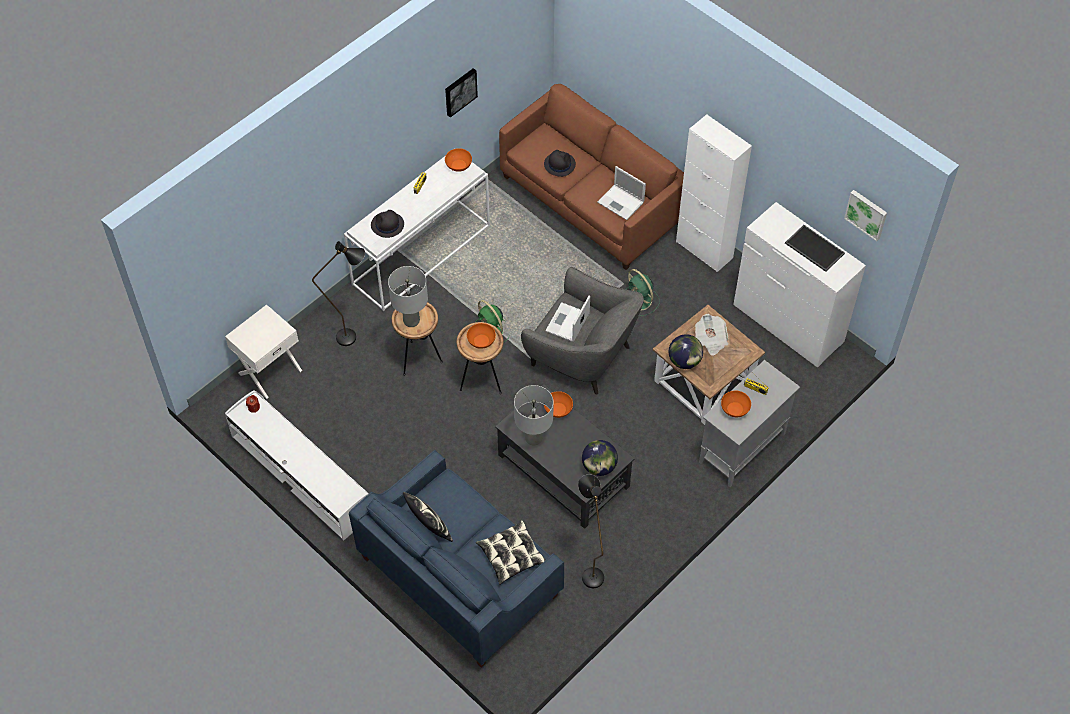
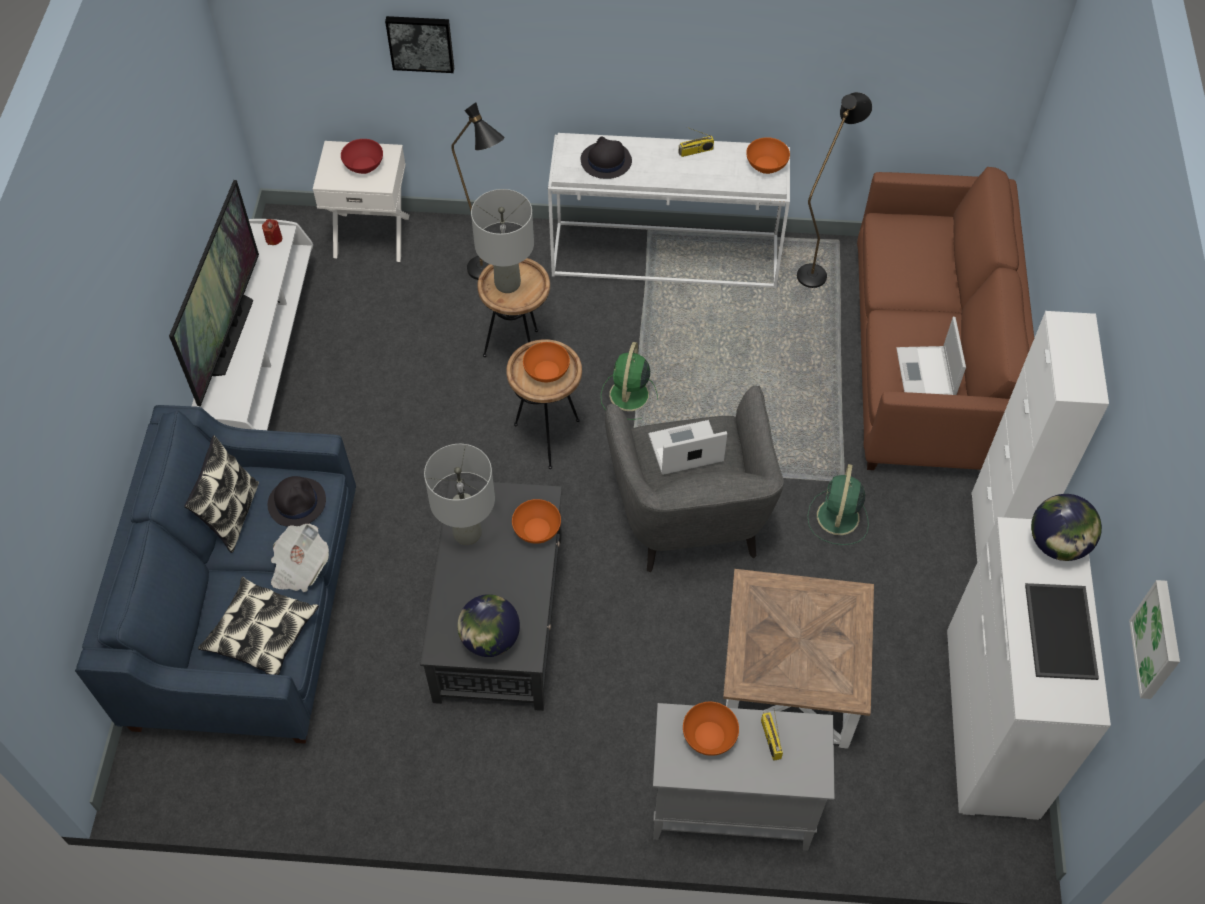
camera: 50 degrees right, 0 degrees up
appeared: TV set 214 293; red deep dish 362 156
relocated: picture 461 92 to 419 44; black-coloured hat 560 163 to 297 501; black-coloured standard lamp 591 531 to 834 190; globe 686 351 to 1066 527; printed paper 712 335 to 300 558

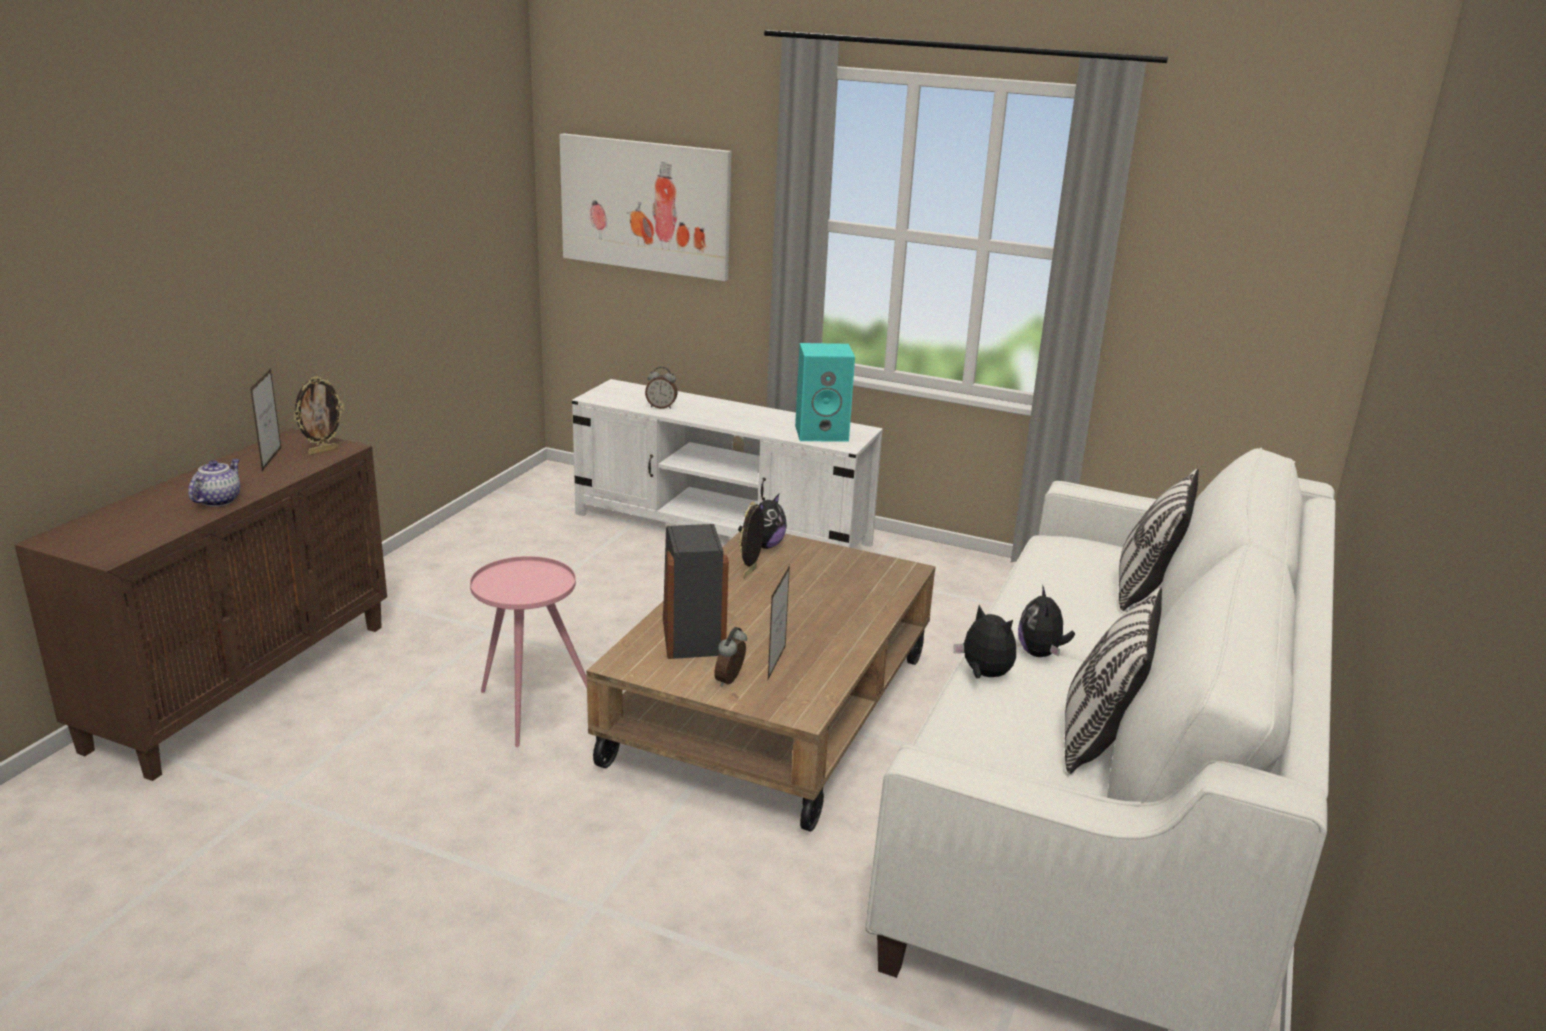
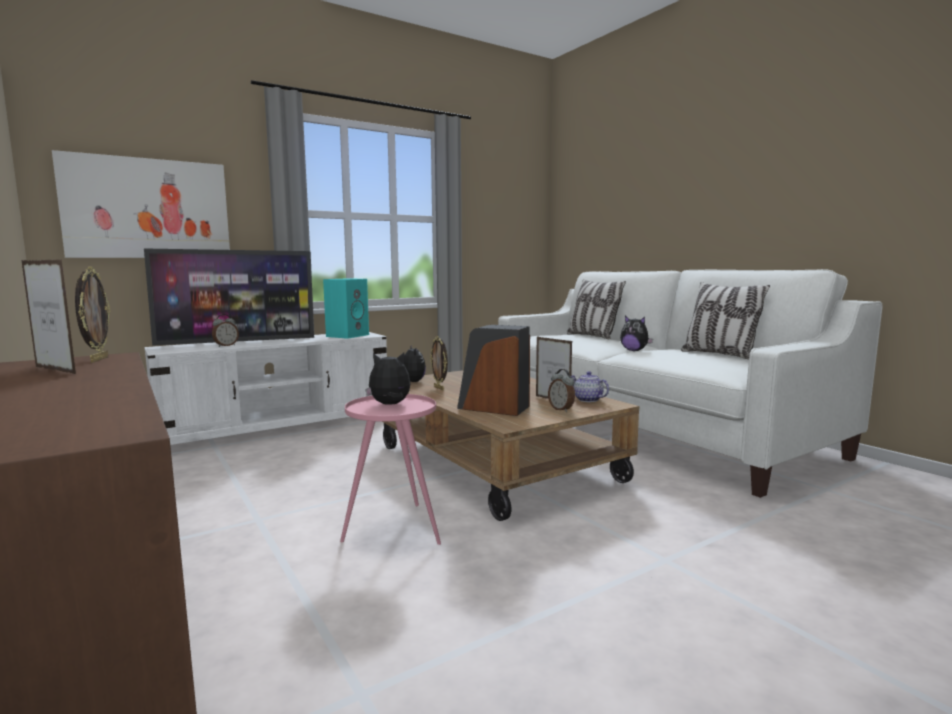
camera: 55 degrees left, 15 degrees down
appeared: TV set 229 297
relocated: tea pot 214 483 to 590 386; cuddly toy 985 641 to 388 379

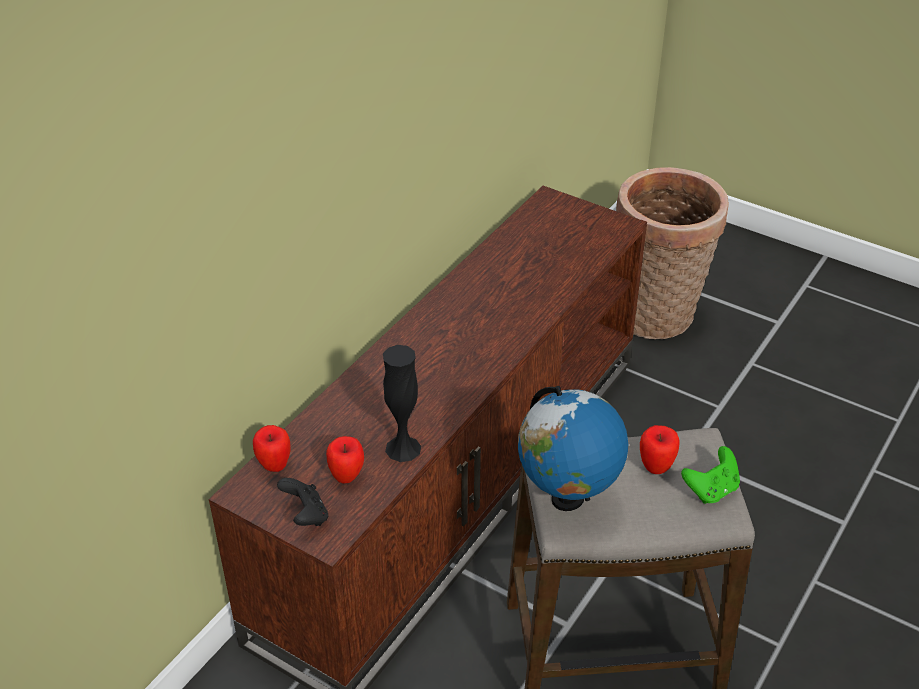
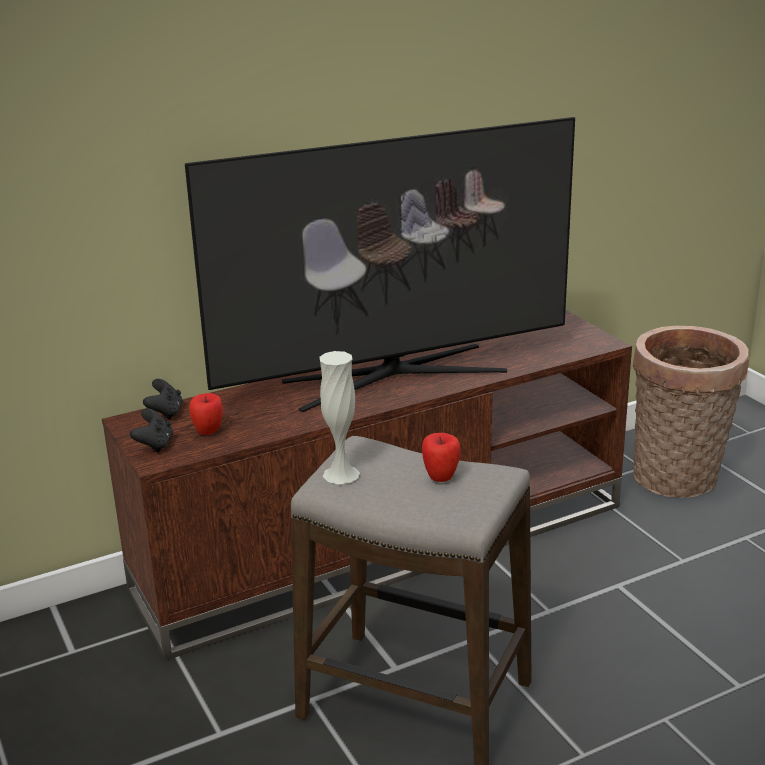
camera: 30 degrees right, 15 degrees down
missing: black-coloured flower vase 402 403; greenish game controller 710 475
appeared: TV set 380 264
exchanged: whole apple 271 448 to black-coloured game controller 163 399; globe 573 448 to white-coloured flower vase 340 417

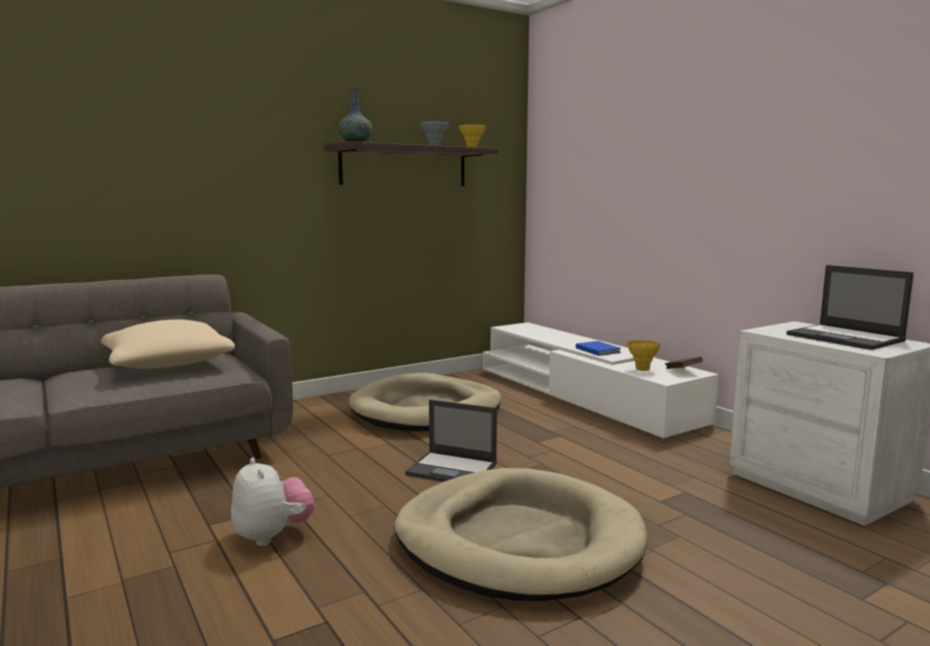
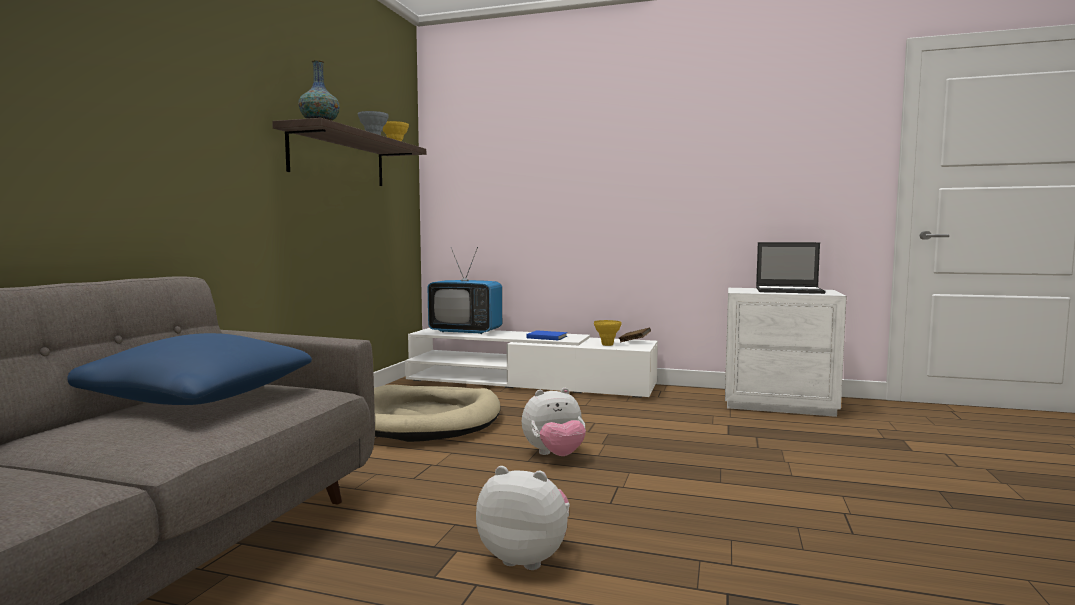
camera: 40 degrees left, 5 degrees down
missing: beige-coloured pet bed 520 534
appeared: TV set 465 290
exchanged: notebook computer 451 441 to cuddly toy 554 422
colour: beige-coloured throw pillow 168 344 to bluish throw pillow 189 369

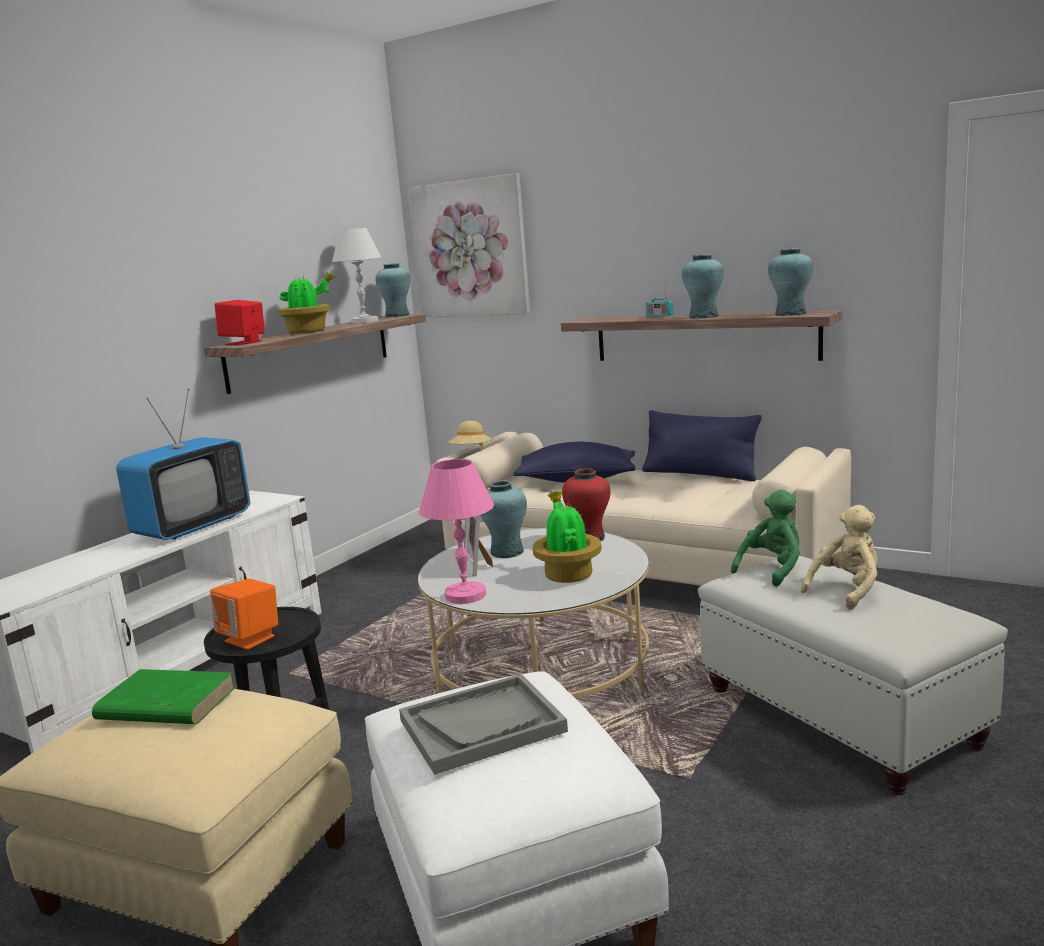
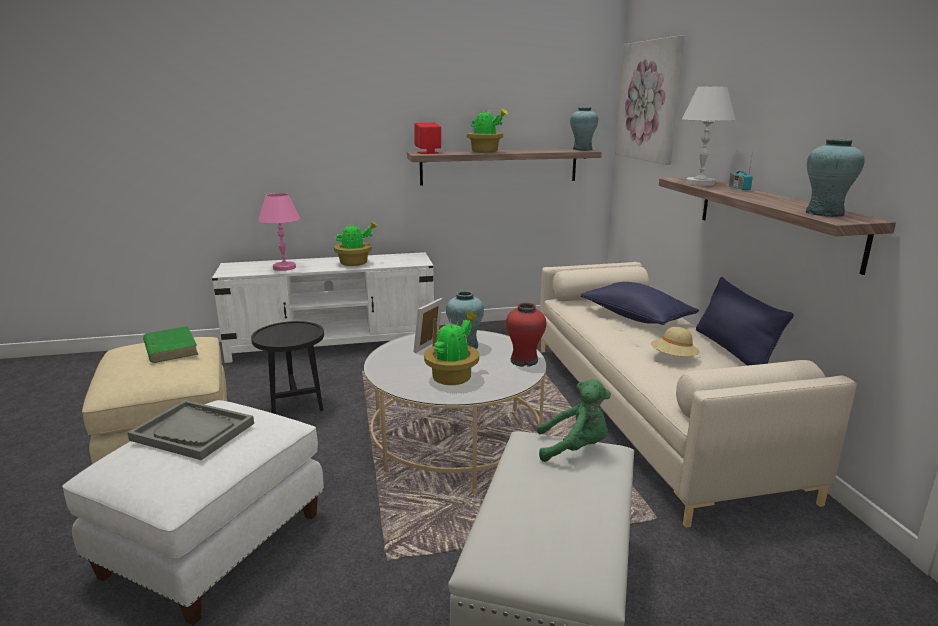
camera: 45 degrees right, 5 degrees up
missing: orangey speaker 244 614; blue-green flower vase 703 286; beige-coloured cuddly toy 839 557
relocated: white-coloured lamp for a table 357 275 to 709 136; pink-coloured lamp for a table 456 531 to 279 232; beige-coloured hat 470 433 to 675 341
exchanged: TV set 183 464 to potted plant 356 243

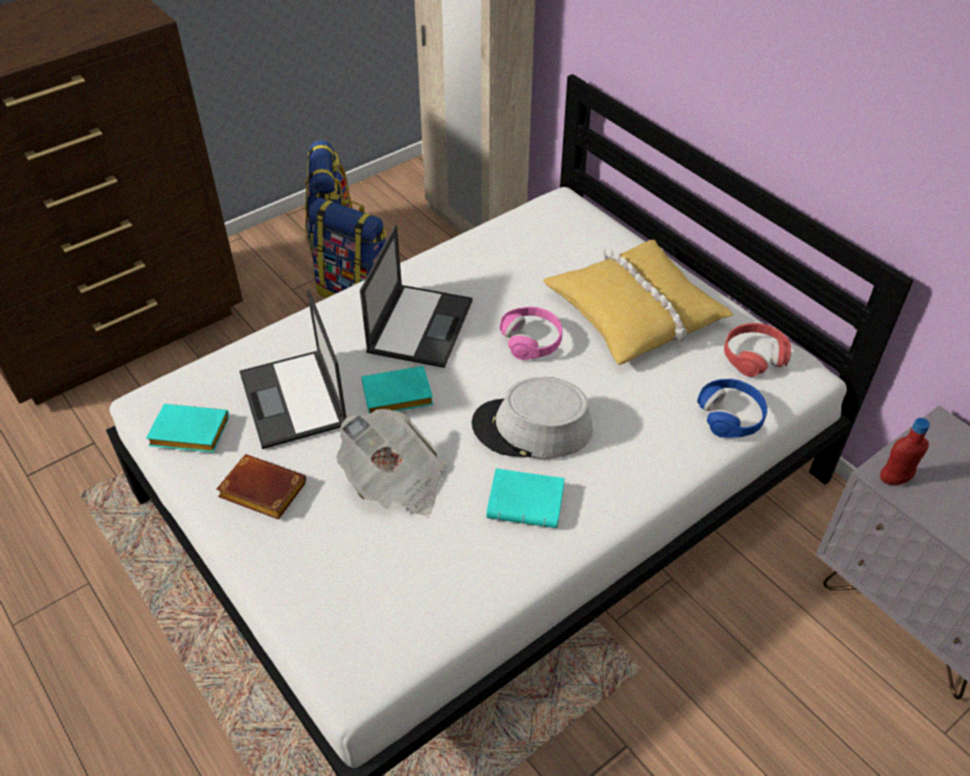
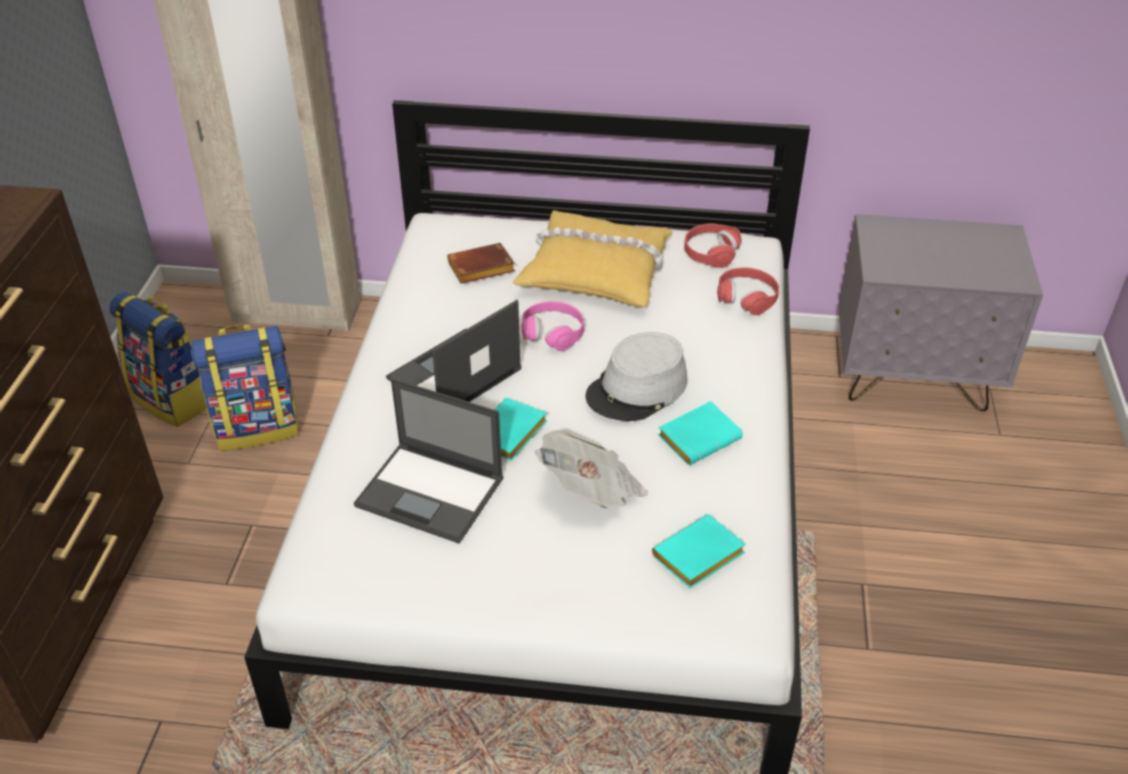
camera: 45 degrees left, 5 degrees down
missing: red bottle 905 451
relocated: blue-green bound book 187 428 to 699 551; brown bound book 261 487 to 481 263
colour: bluish headphones 732 408 to red headphones 748 291
spun: notebook computer 416 296 = 453 351 105 degrees counterclockwise

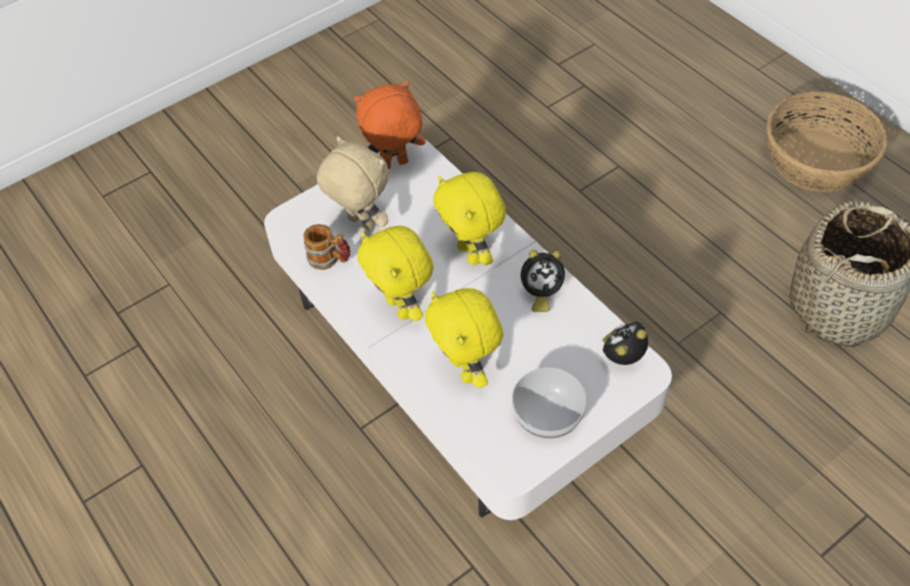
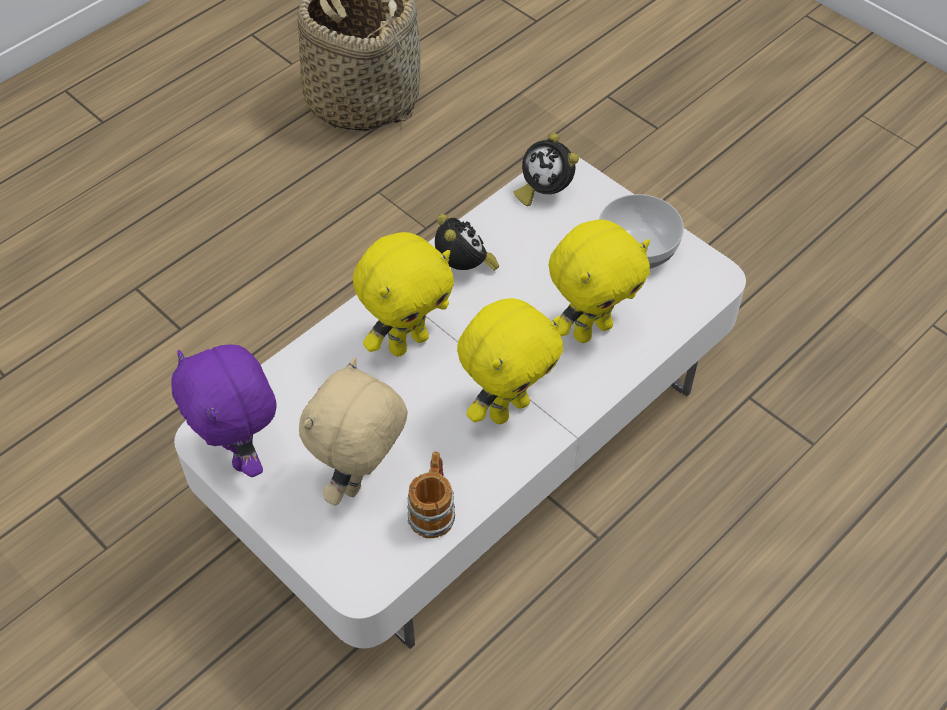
camera: 100 degrees left, 0 degrees up
missing: household basket 827 141
colour: orangey cuddly toy 389 124 to purple-coloured cuddly toy 224 411

